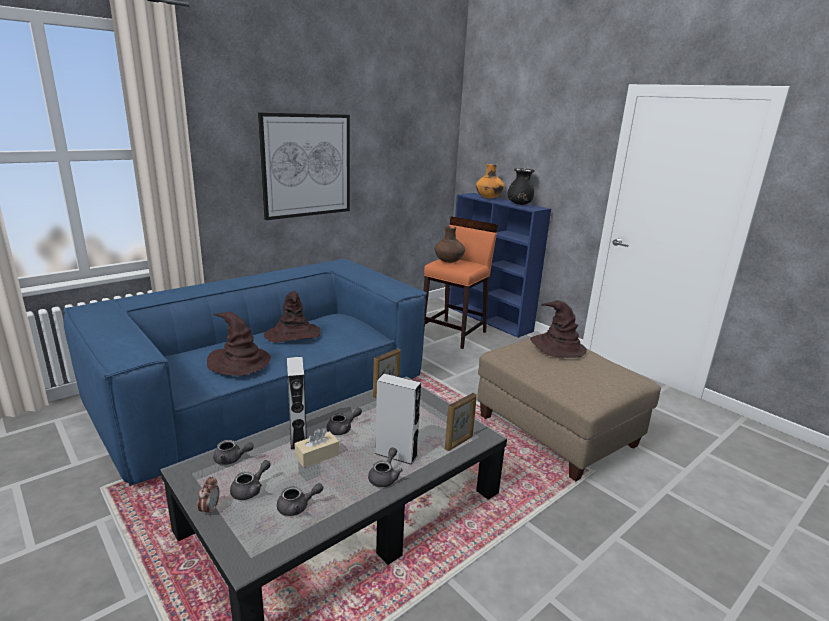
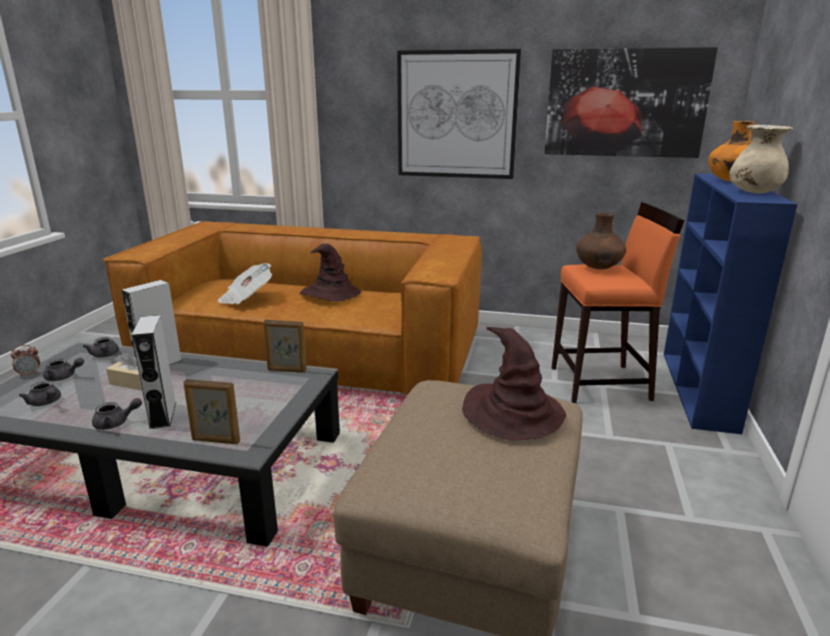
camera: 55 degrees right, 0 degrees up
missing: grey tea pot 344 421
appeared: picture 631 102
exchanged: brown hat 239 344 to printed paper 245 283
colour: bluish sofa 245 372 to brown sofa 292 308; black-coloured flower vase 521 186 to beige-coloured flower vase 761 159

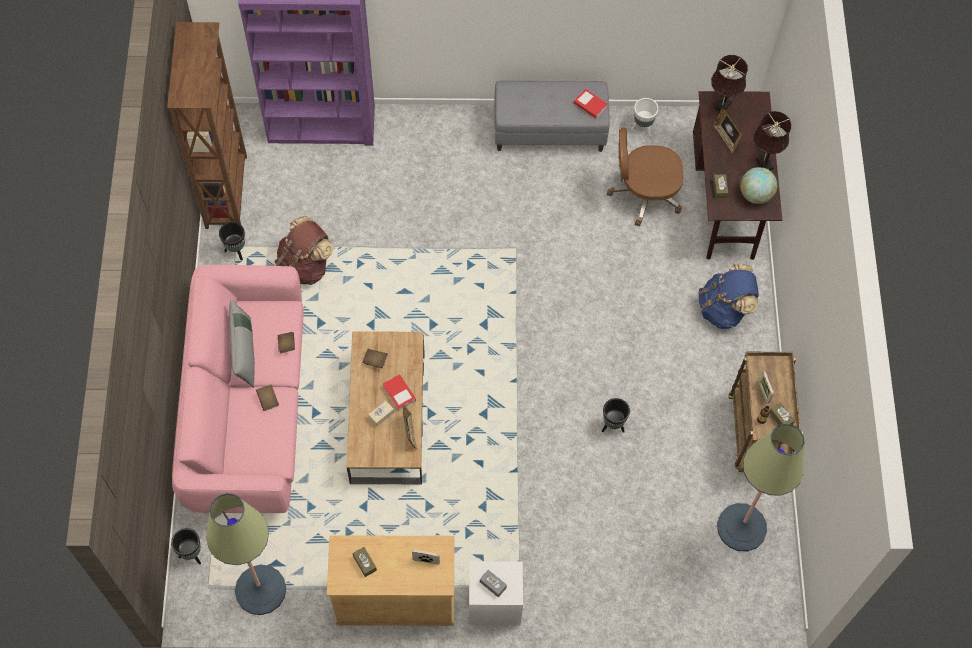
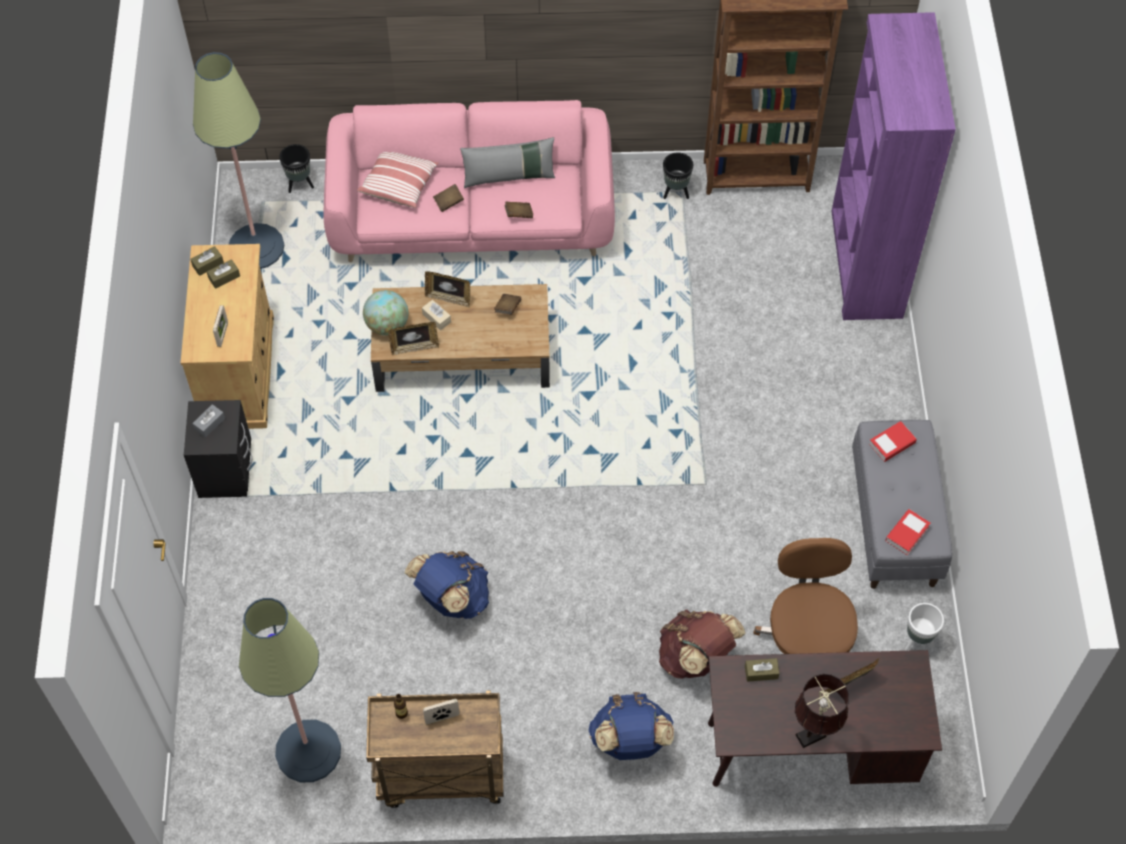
camera: 90 degrees right, 5 degrees down
missing: brown lamp for a table 729 83
appeared: throw pillow 398 180; photo frame 447 289
relocated: brown backpack 304 250 to 702 644; bound book 399 392 to 893 441; globe 758 185 to 385 313; brown box of tissues 782 413 to 207 261
exchanged: black-coloured plant pot 616 415 to bluish backpack 447 585
colour: white-coloured night table 496 593 to black-coloured night table 218 449

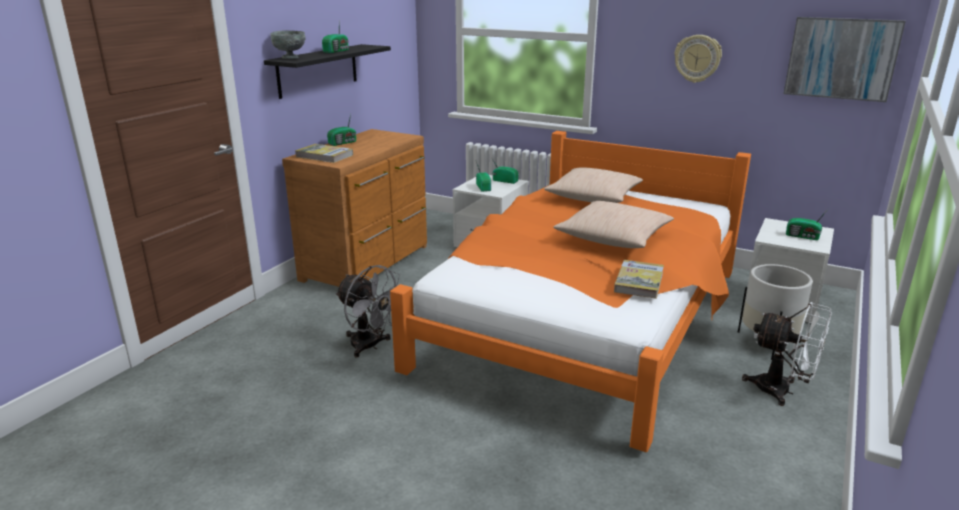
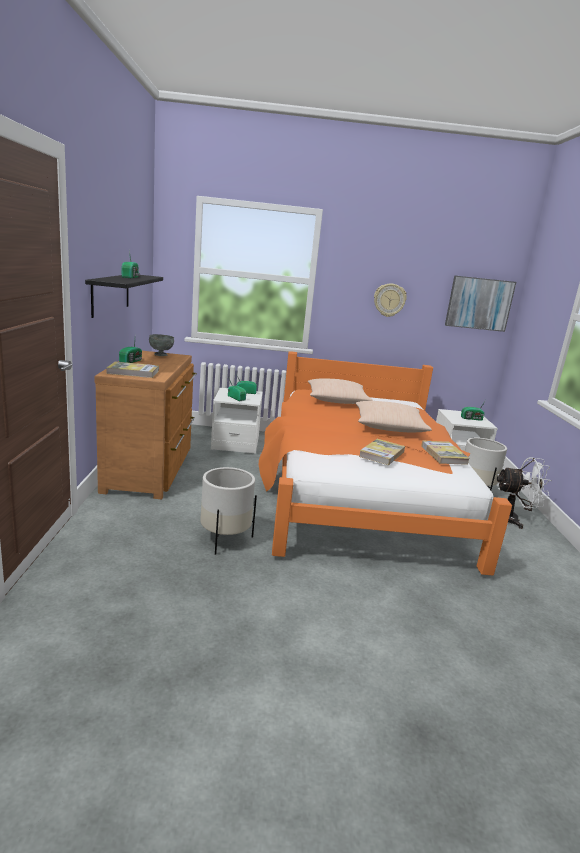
camera: 30 degrees left, 5 degrees down
appeared: bound book 382 452
relocated: grey deep dish 288 44 to 161 345
exchanged: grey electric fan 367 311 to white-coloured plant pot 228 511

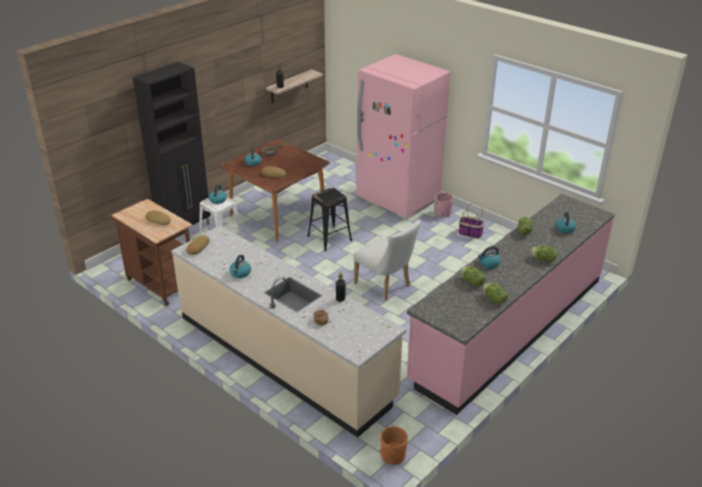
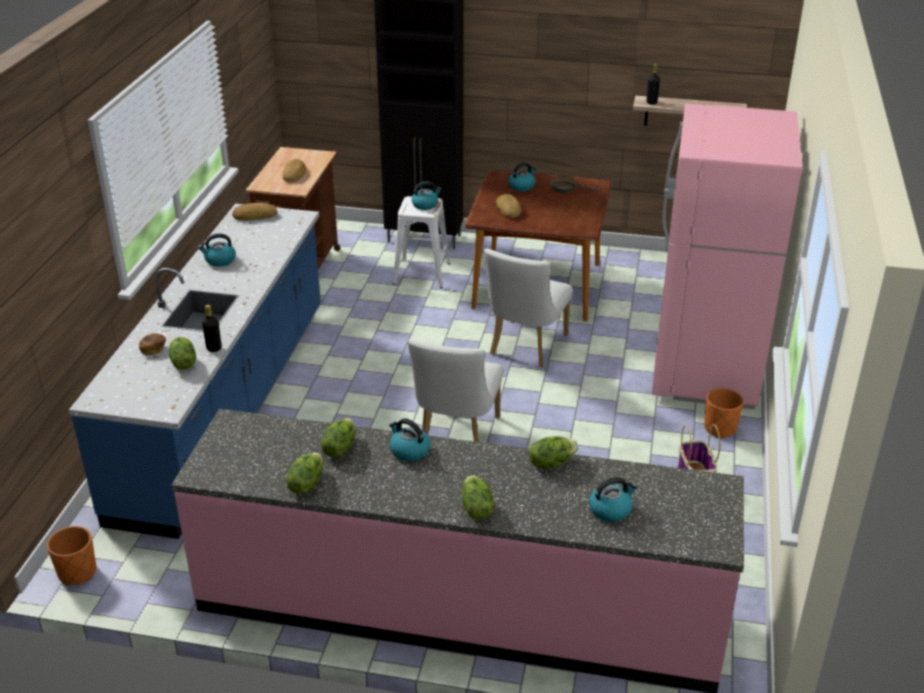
camera: 60 degrees right, 0 degrees up
appeared: lettuce head 182 353
exchanged: black-coloured stool seat 329 219 to white-coloured chair 528 308
colour: beige-coloured kitchen counter 288 331 to bluish kitchen counter 195 371; pink-coloured plant pot 444 205 to orangey plant pot 724 413

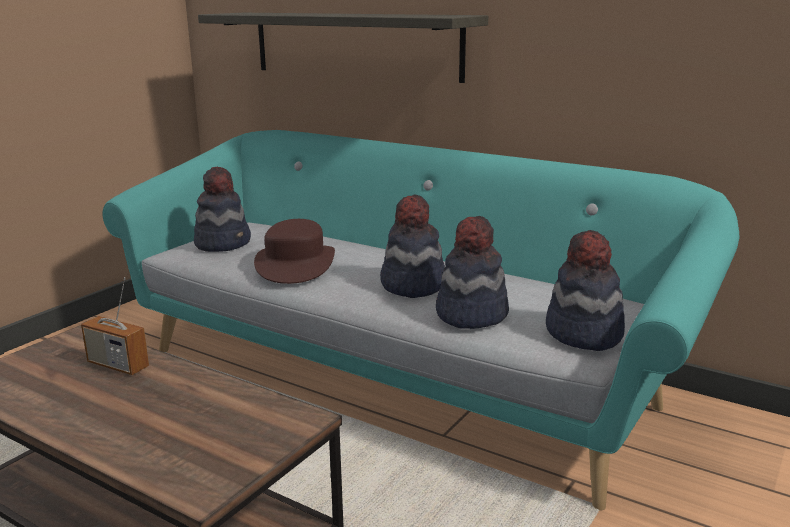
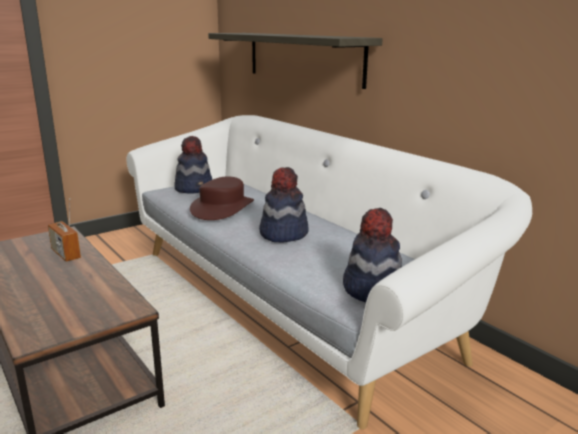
camera: 20 degrees right, 0 degrees up
missing: hat 472 272
colour: blue-green sofa 420 320 to white-coloured sofa 329 272

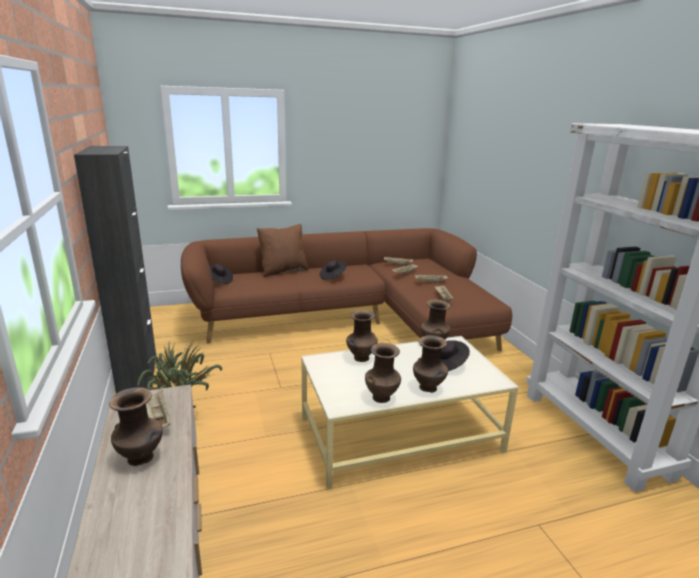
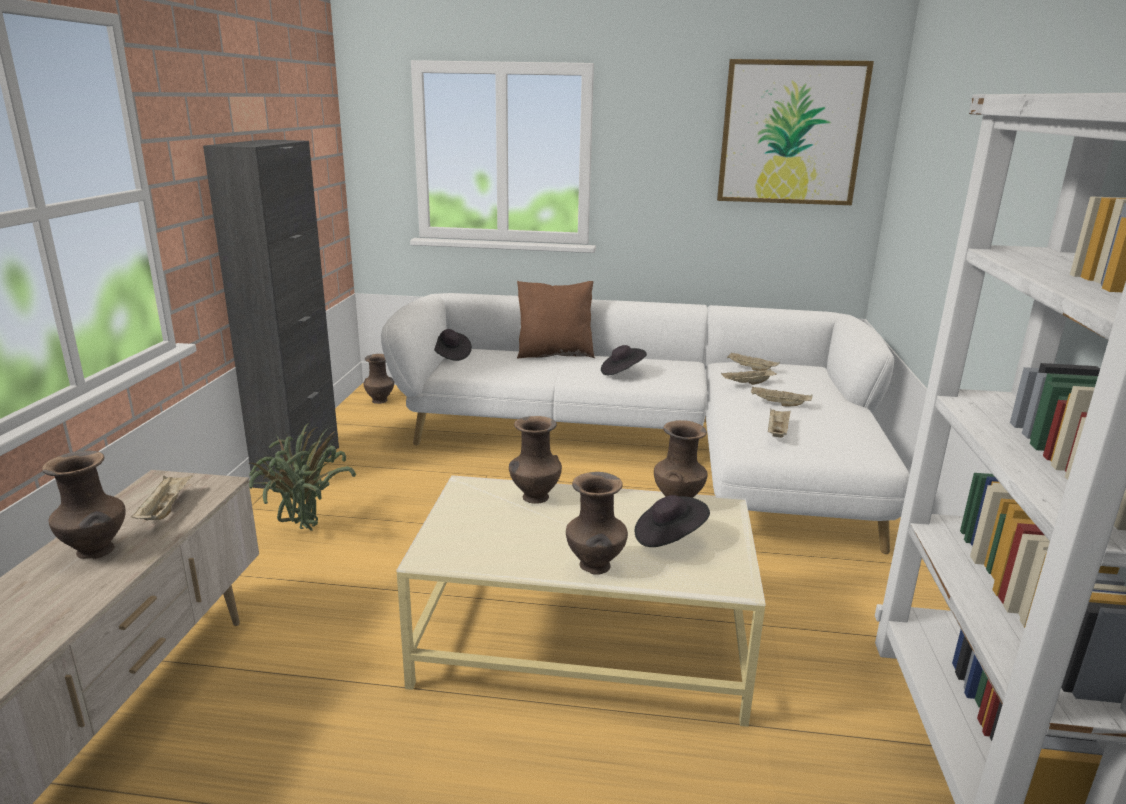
camera: 25 degrees right, 0 degrees up
appeared: picture 795 132
relocated: brown flower vase 383 373 to 378 379
colour: brown sofa 346 289 to white-coloured sofa 645 423

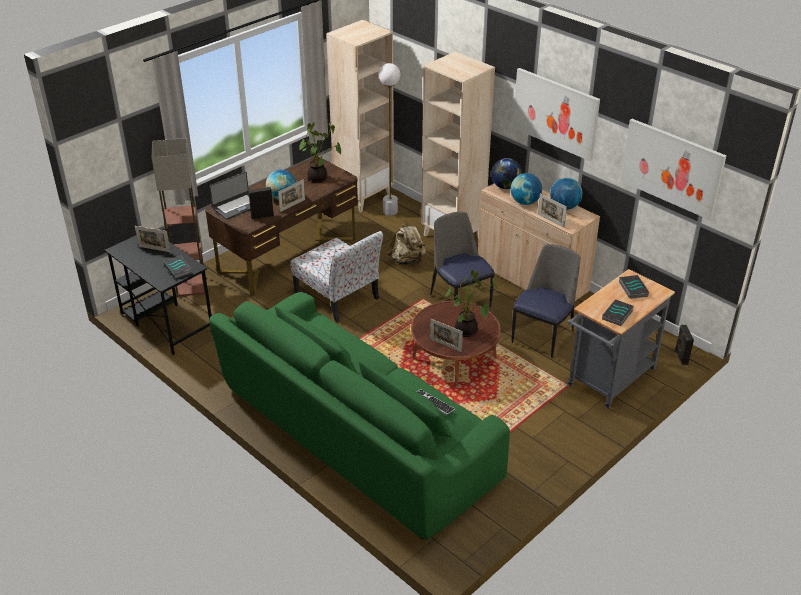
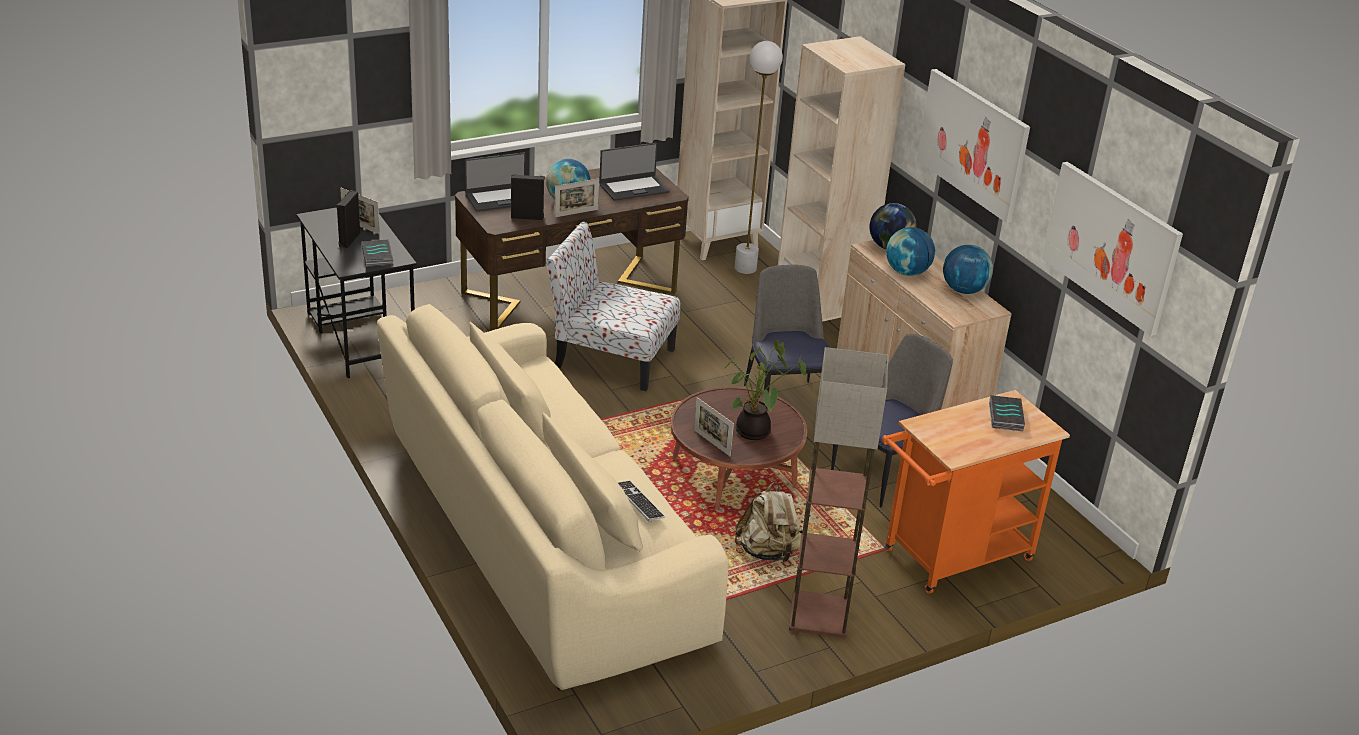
camera: 15 degrees right, 5 degrees down
missing: photo frame 552 210; bound book 618 312
relocated: standard lamp 179 217 to 838 492; beige-coloured backpack 407 242 to 768 522; black-coloured speaker 684 345 to 348 219
exchanged: potted plant 320 152 to notebook computer 634 172
colour: greenish sofa 359 416 to beige-coloured sofa 553 497; grey trolley 621 339 to orangey trolley 976 492
spun: chair 336 276 = 613 306 135 degrees clockwise

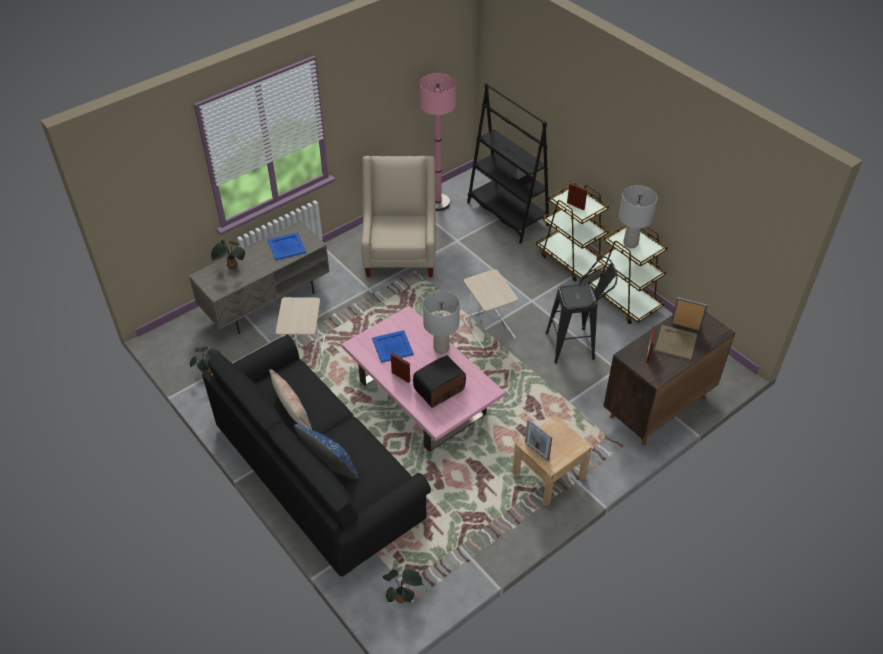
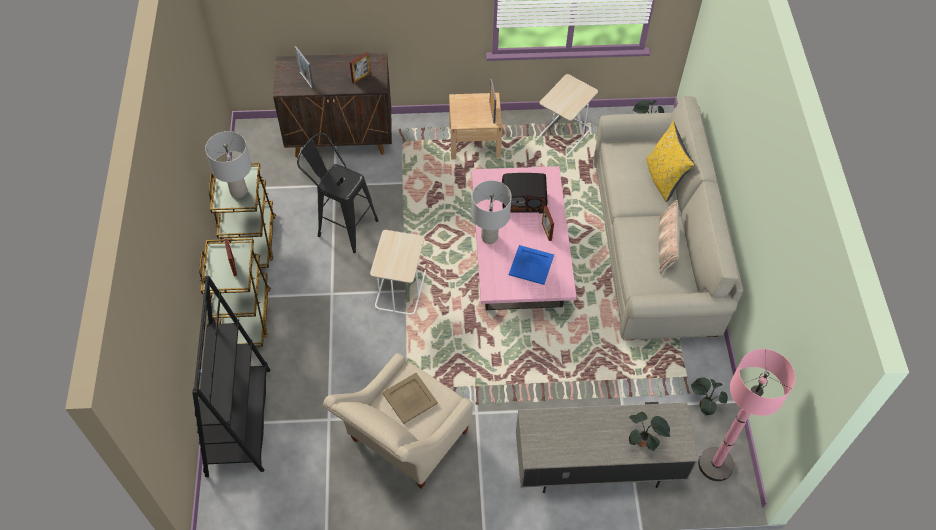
camera: 145 degrees left, 10 degrees up
missing: bluish serving tray 287 246
relocated: beige-coloured accent table 300 334 to 566 116; pink-coloured standard lamp 438 142 to 746 415; beige-coloured serving tray 676 342 to 410 398
colour: black-coloured sofa 316 456 to beige-coloured sofa 668 218; bluish throw pillow 326 451 to yellow-coloured throw pillow 670 161

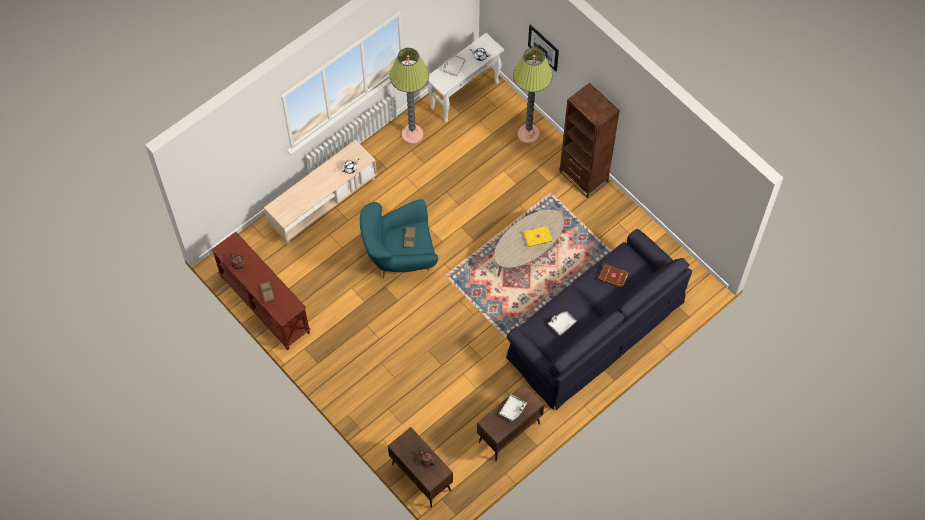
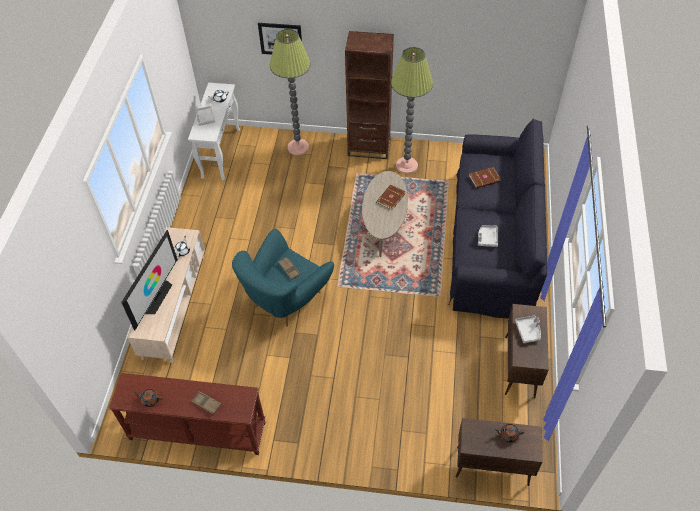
camera: 40 degrees left, 10 degrees down
appeared: TV set 149 280
relocated: standard lamp 409 96 to 412 110
colour: yellow-coloured bound book 537 237 to brown bound book 391 197

